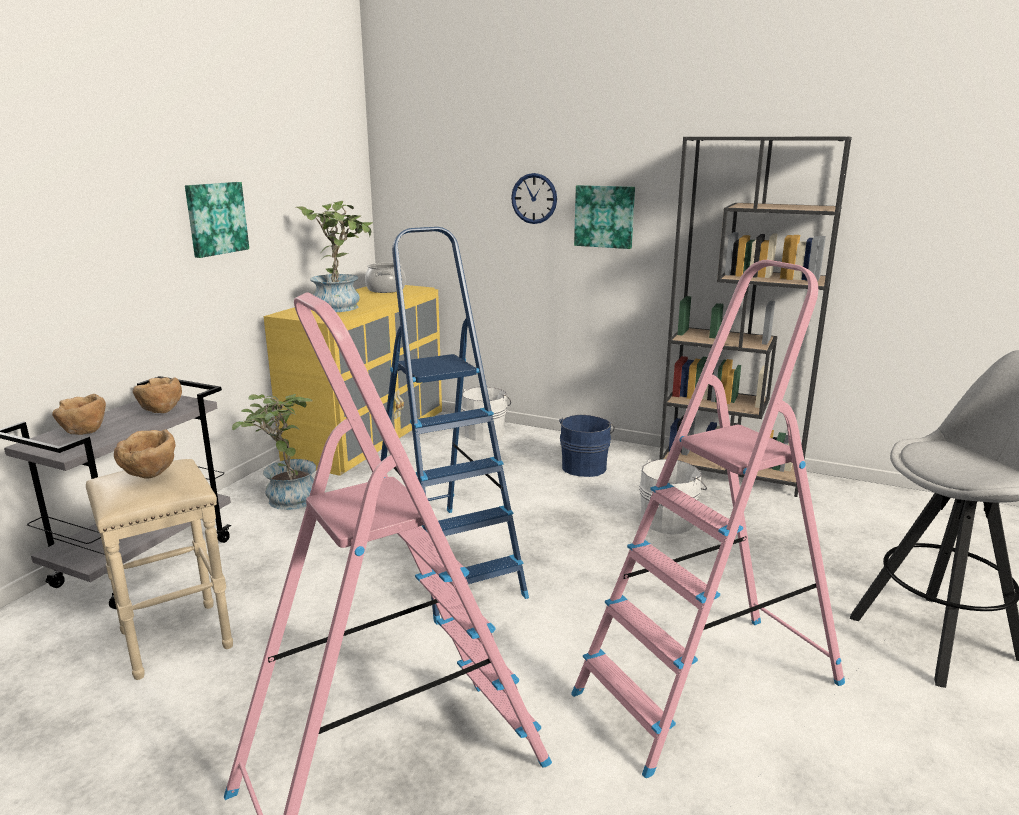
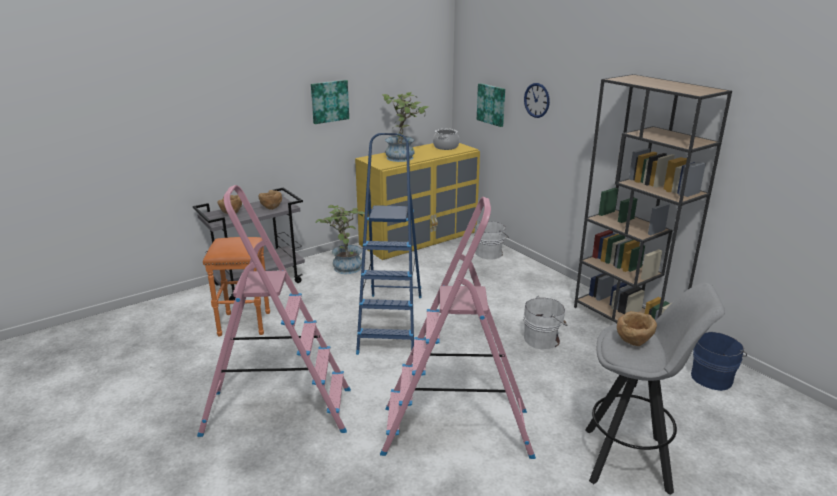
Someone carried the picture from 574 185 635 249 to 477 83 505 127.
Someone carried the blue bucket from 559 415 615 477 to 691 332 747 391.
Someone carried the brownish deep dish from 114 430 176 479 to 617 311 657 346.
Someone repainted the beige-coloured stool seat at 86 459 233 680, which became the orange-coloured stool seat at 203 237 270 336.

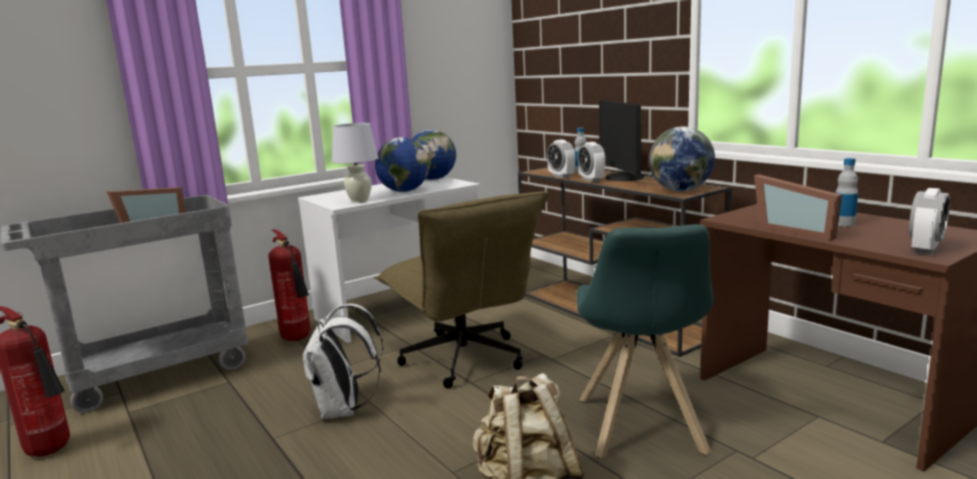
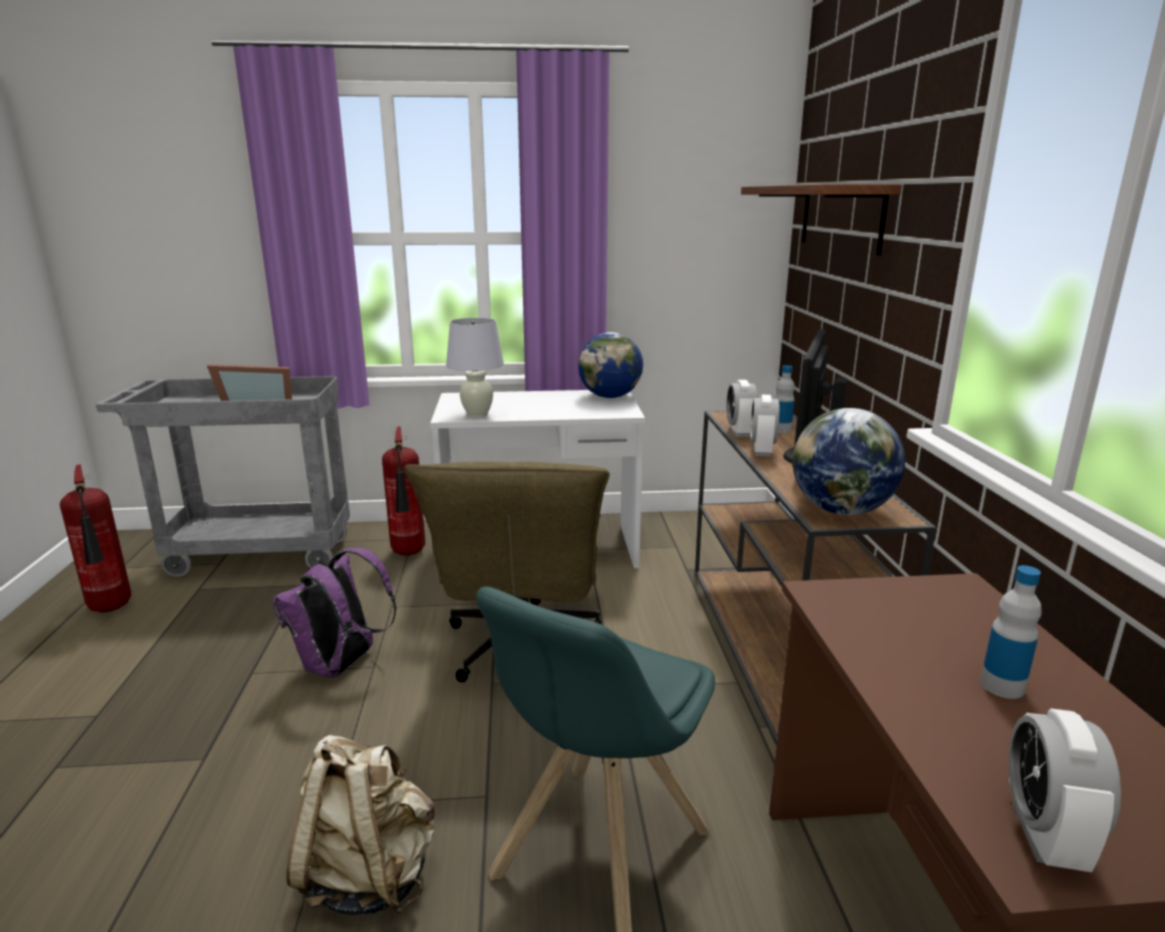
Someone took away the desk globe at 375 137 430 192.
Someone took away the picture frame at 754 174 842 241.
Someone rotated the alarm clock at 909 188 950 255 by 120 degrees clockwise.
Someone repainted the white backpack at 303 304 384 419, which became the purple backpack at 273 548 397 678.
Someone put up the bracket shelf at 741 184 902 255.

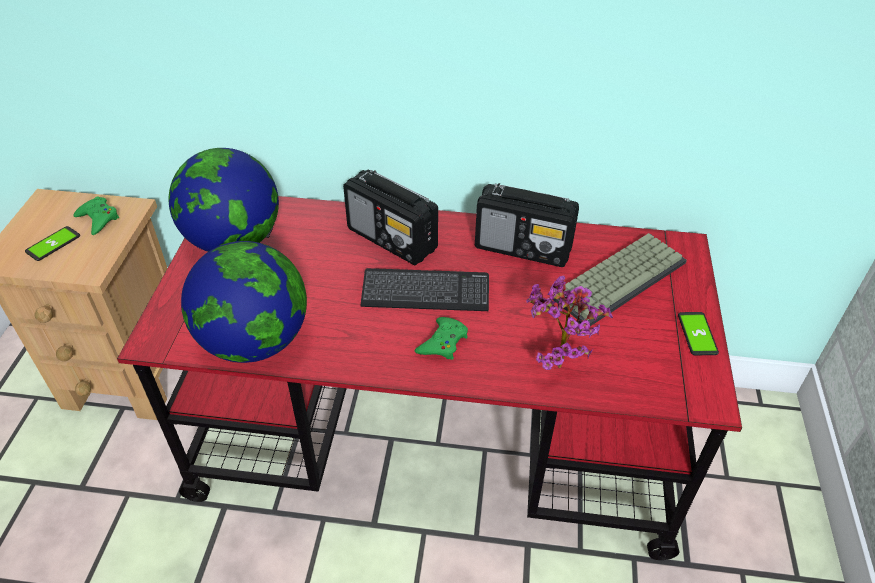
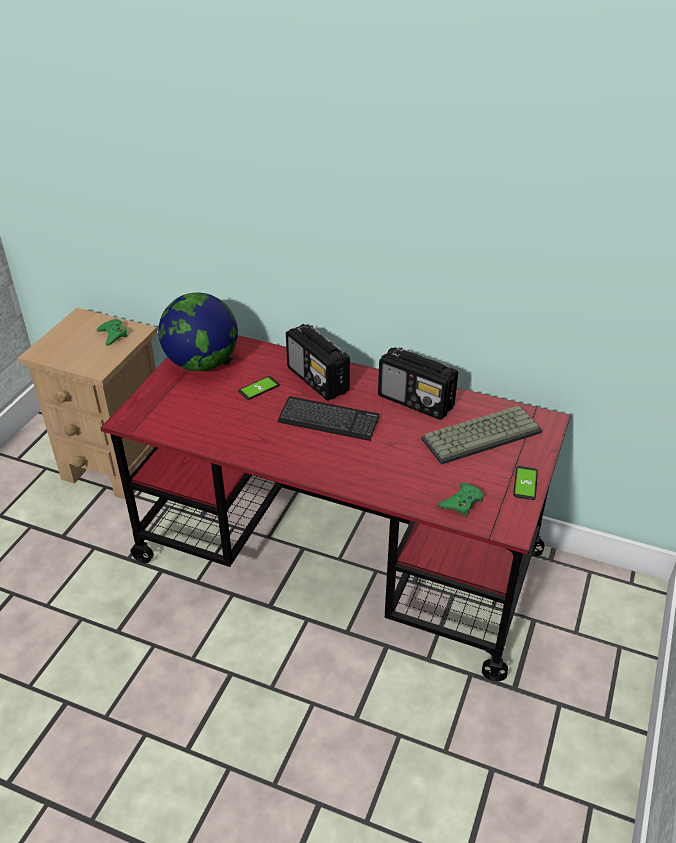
Someone carried the telephone from 25 226 80 261 to 238 376 280 400.
Someone took away the desk globe at 181 241 307 363.
Someone took away the houseplant at 526 276 613 370.
Someone carried the greenish game controller from 414 317 468 360 to 438 483 483 516.

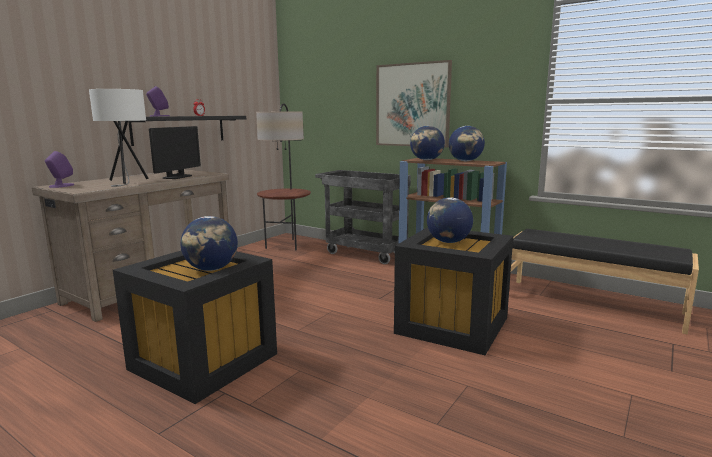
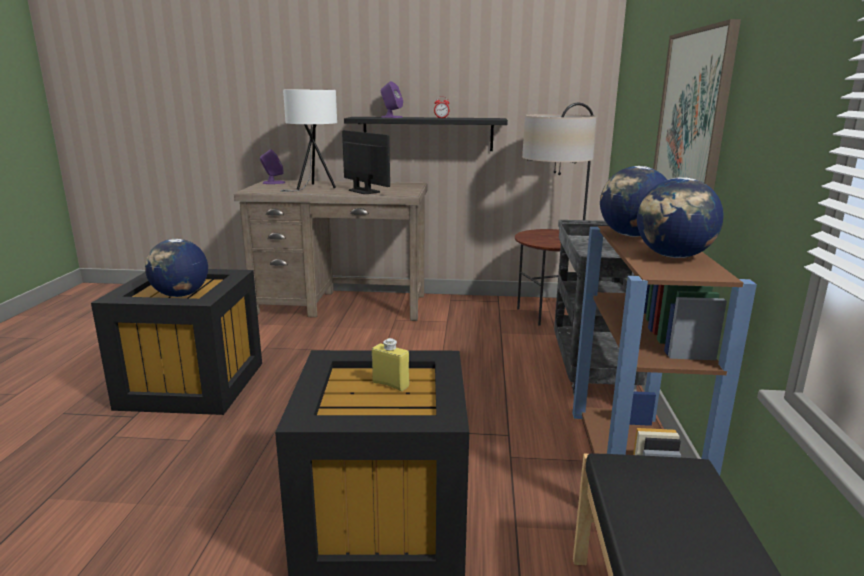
Someone rotated the computer screen at 149 126 201 179 by 120 degrees counterclockwise.
Someone swapped the desk globe at 427 197 473 243 for the yellow beverage bottle at 372 338 409 391.

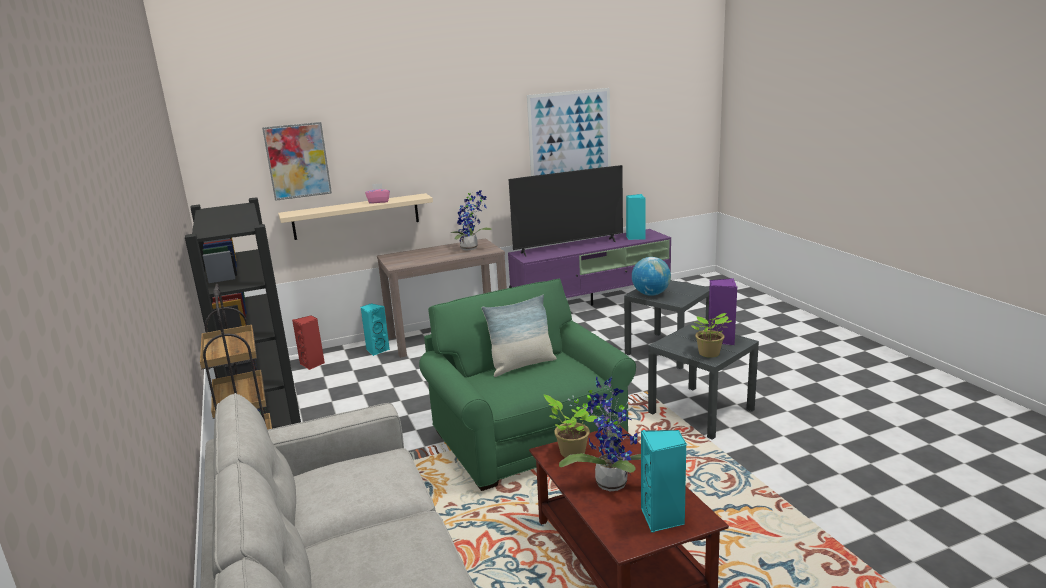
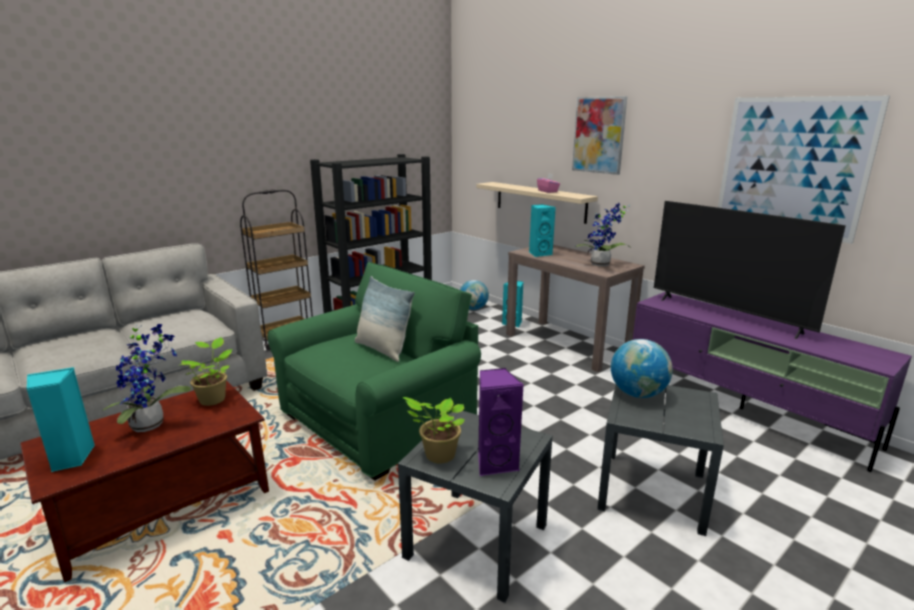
Someone carried the picture from 262 122 332 201 to 572 96 628 175.
Someone carried the turquoise-coloured audio speaker from 626 194 646 240 to 529 204 556 257.
Someone swapped the red audio speaker at 292 315 325 370 for the desk globe at 460 280 489 310.

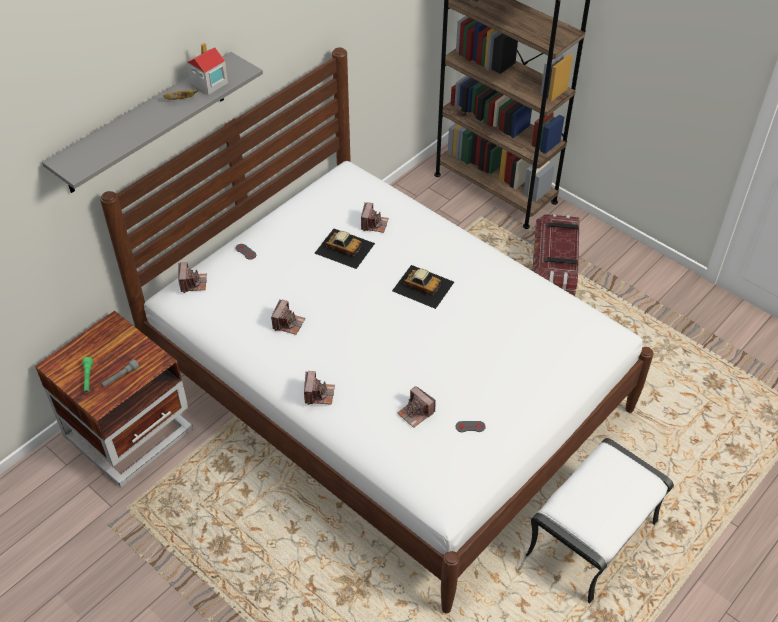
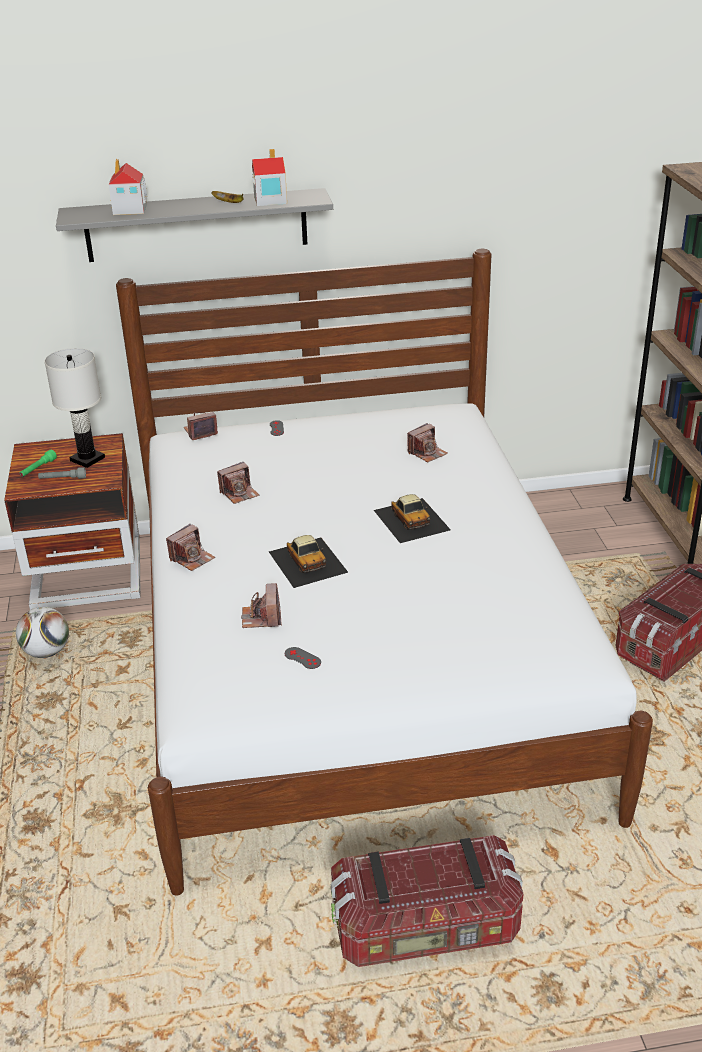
Someone carried the toy car from 314 229 375 269 to 269 535 348 588.
Someone rotated the still camera at 178 262 207 293 by 150 degrees counterclockwise.
Someone swapped the white ottoman at 526 438 674 604 for the storage box at 331 835 524 967.
Someone put down the miniature house at 109 159 147 215.
Someone put down the white table lamp at 44 348 105 468.
Someone put down the football ball at 16 607 69 658.

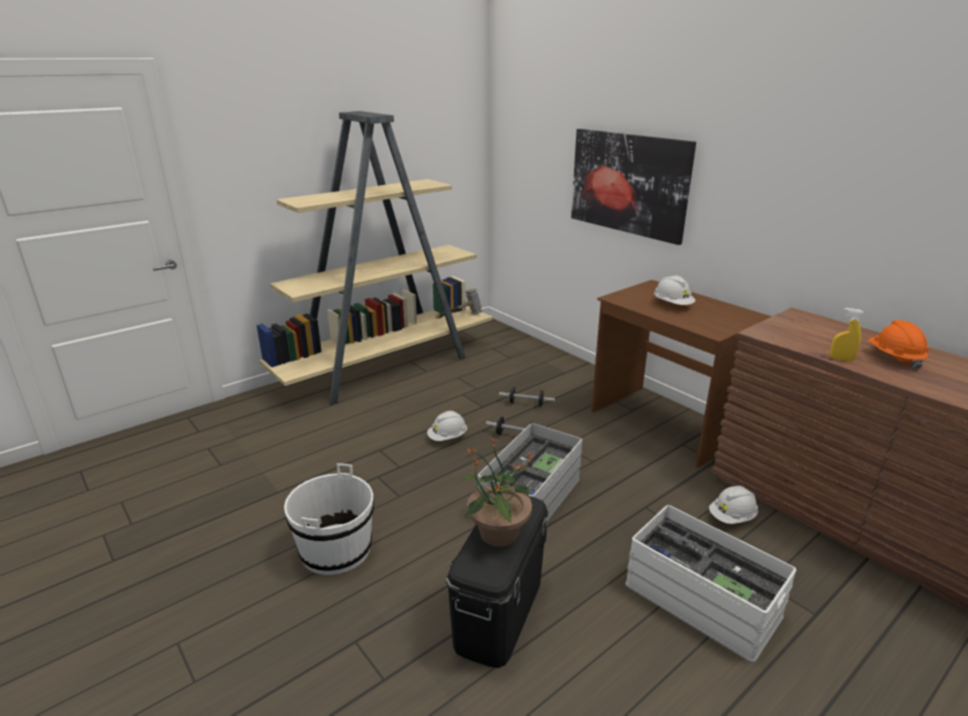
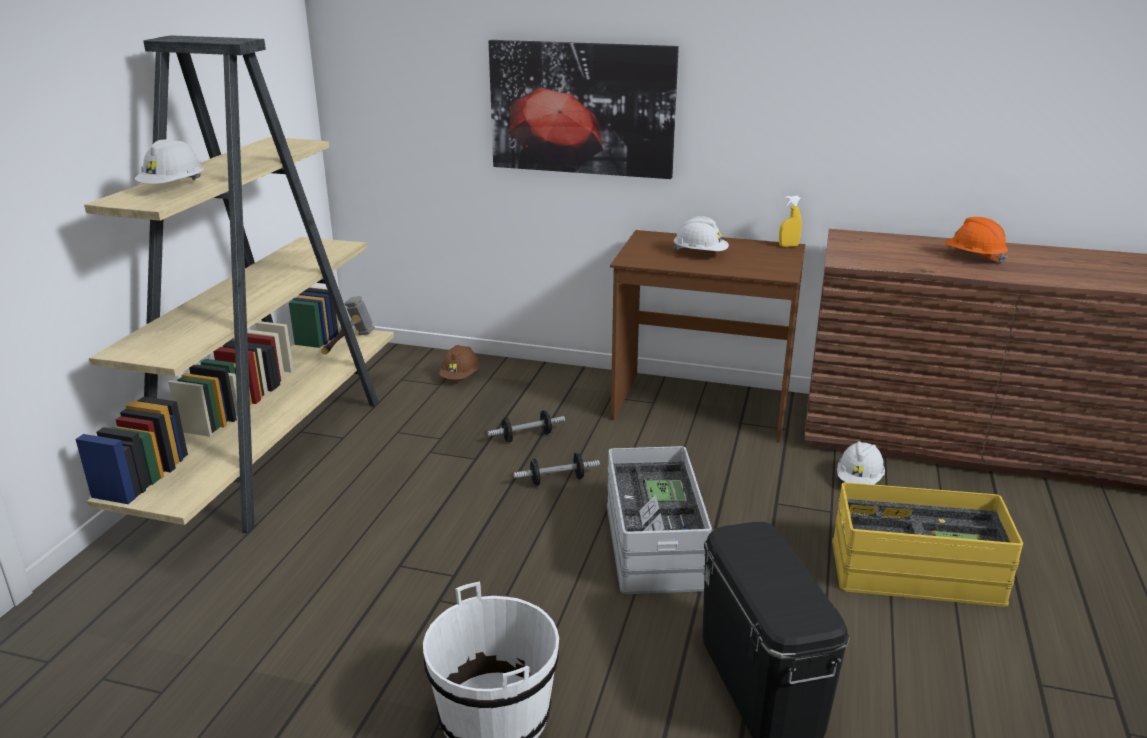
Someone carried the yellow spray bottle from 830 308 864 362 to 779 196 802 247.
Someone carried the white work helmet from 427 411 467 441 to 135 139 204 184.
Someone took away the houseplant at 461 437 534 547.
Someone repainted the white storage box at 625 505 796 662, which became the yellow storage box at 832 482 1023 607.
Someone put down the brownish work helmet at 439 345 480 380.

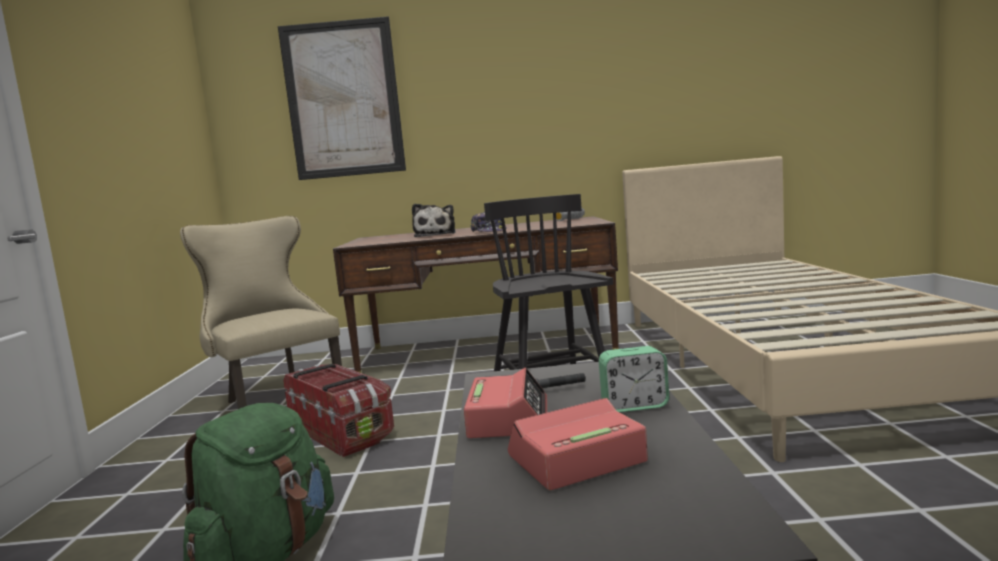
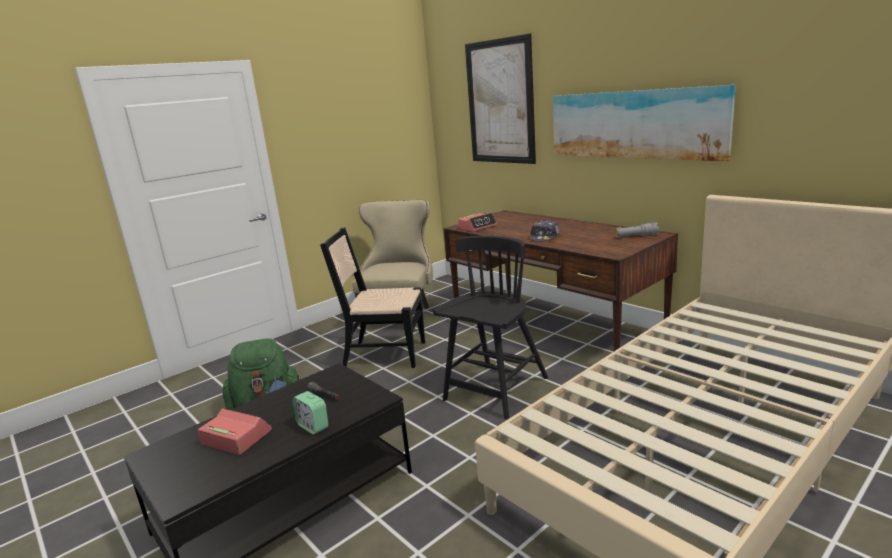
Someone took away the soft toy at 412 204 456 237.
Someone swapped the storage box at 284 364 394 457 for the upright chair at 320 227 425 368.
Someone carried the alarm clock from 464 368 547 438 to 458 213 497 232.
Someone put up the picture at 553 85 736 161.

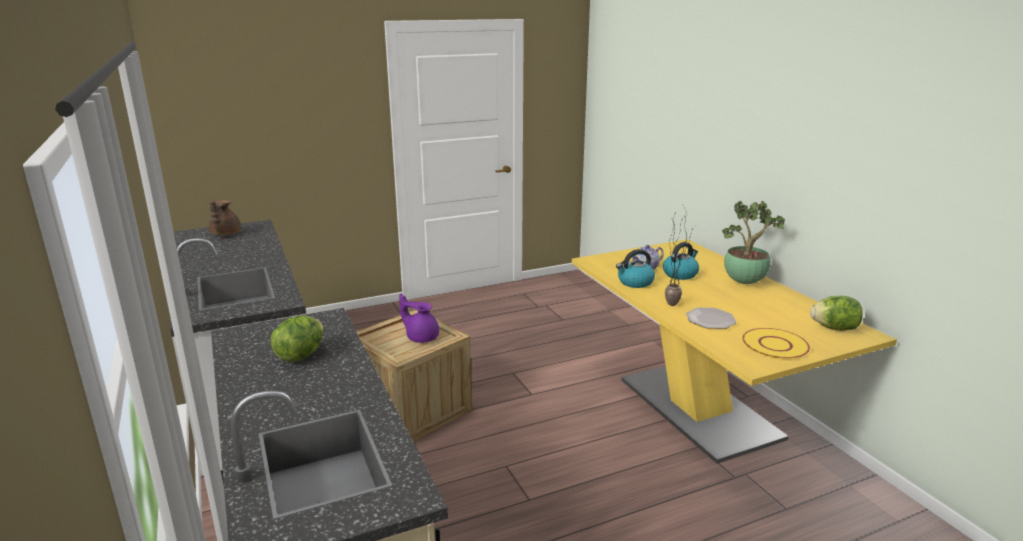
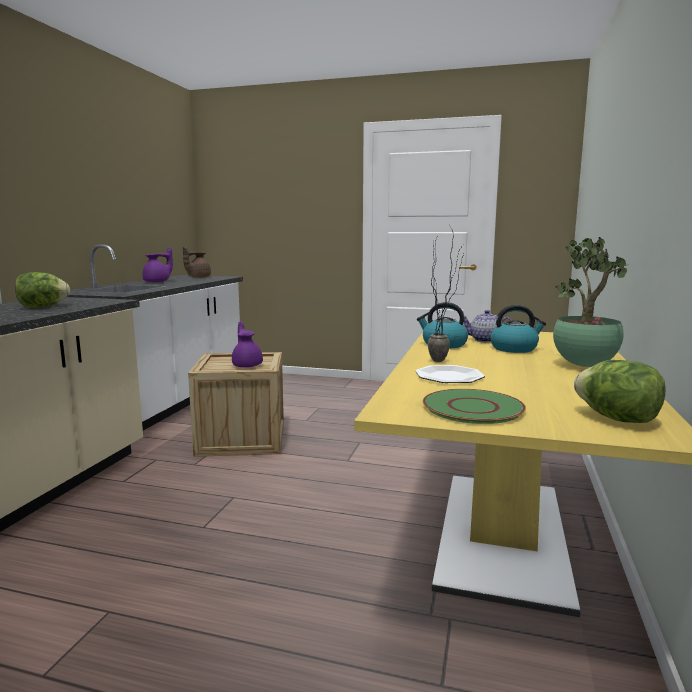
Someone repainted the yellow plate at 742 328 810 359, which became the greenish plate at 423 389 526 424.
Someone put down the purple pot for tea at 142 247 173 282.

